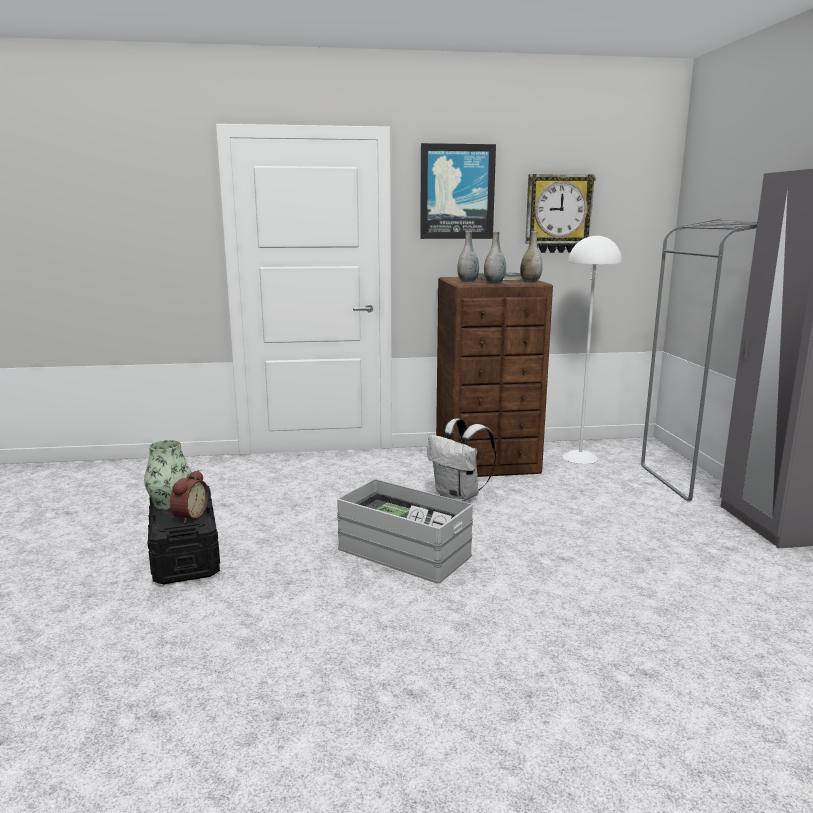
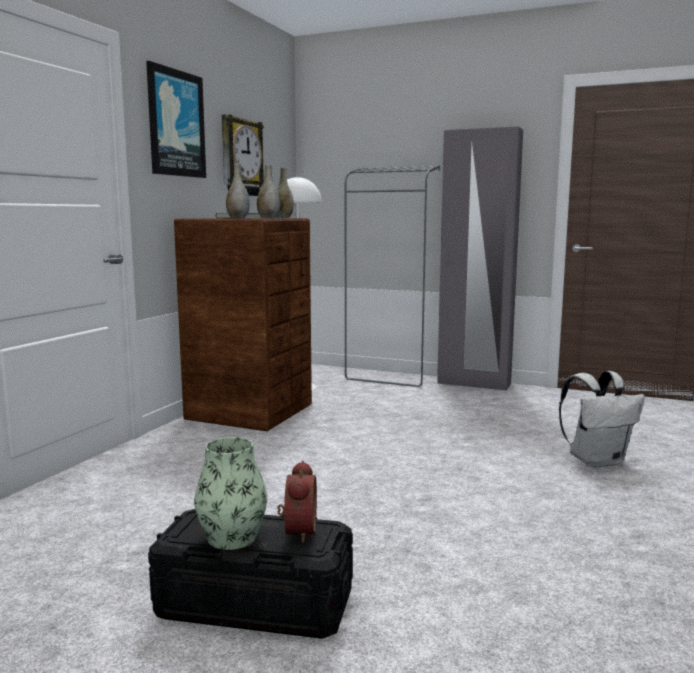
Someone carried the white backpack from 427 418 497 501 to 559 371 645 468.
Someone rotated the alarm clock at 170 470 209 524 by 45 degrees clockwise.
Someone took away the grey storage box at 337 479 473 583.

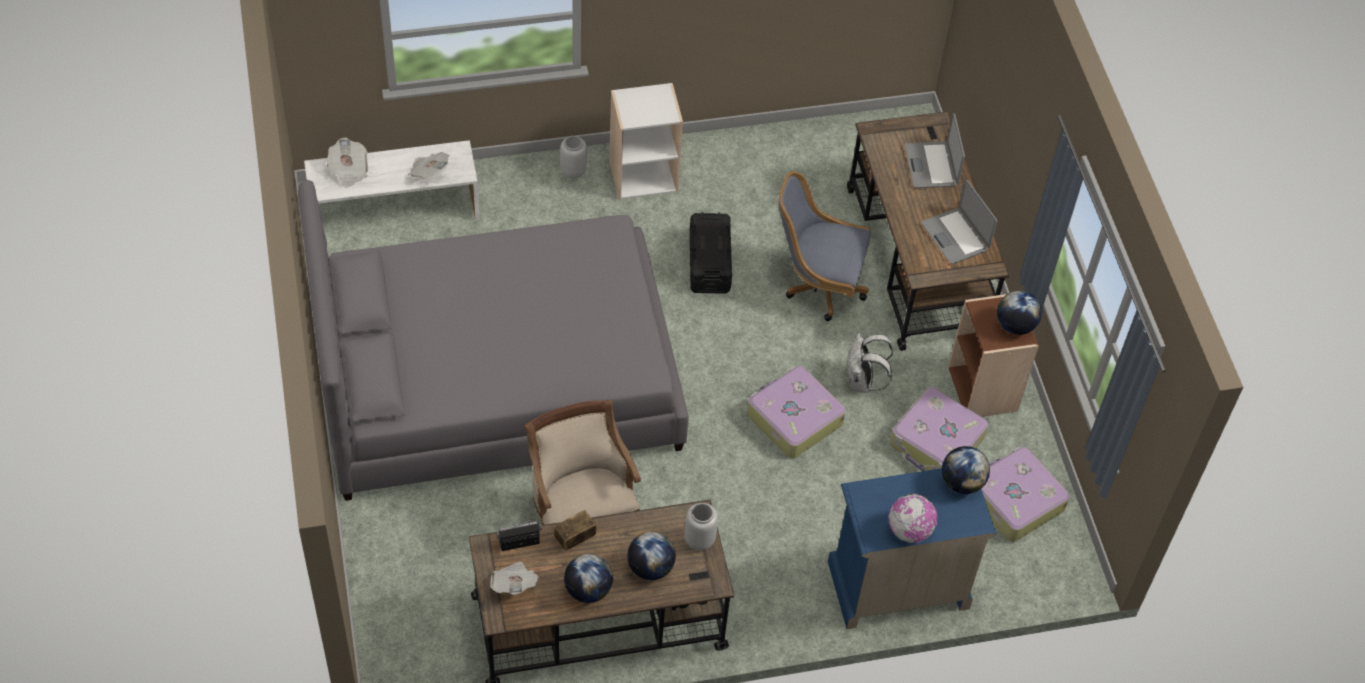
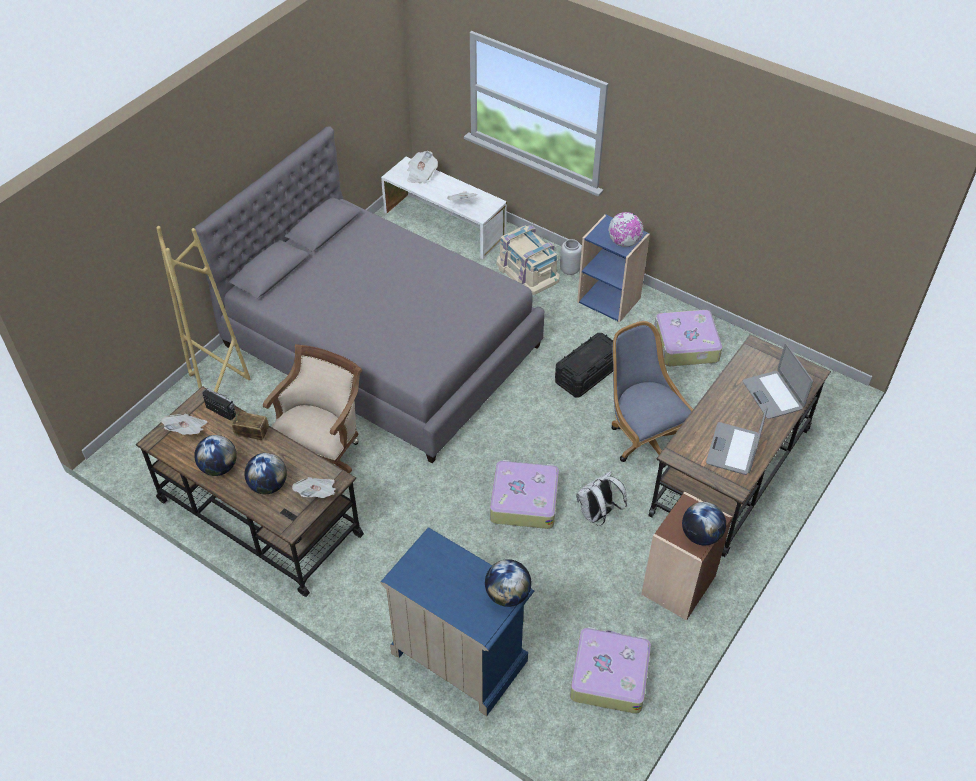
Someone repainted the white shelving unit at 609 83 683 200, which became the blue shelving unit at 577 214 650 322.
Someone rotated the notebook computer at 905 113 965 188 by 60 degrees counterclockwise.
Someone carried the travel case from 890 387 988 471 to 654 310 722 366.
Someone carried the desk globe from 888 494 938 543 to 608 212 643 247.
Someone swapped the grey decorative vase at 685 503 718 550 for the printed paper at 292 477 336 498.
Someone put down the yellow garment stand at 156 226 251 393.
Someone put down the beige-coloured storage box at 496 226 560 295.

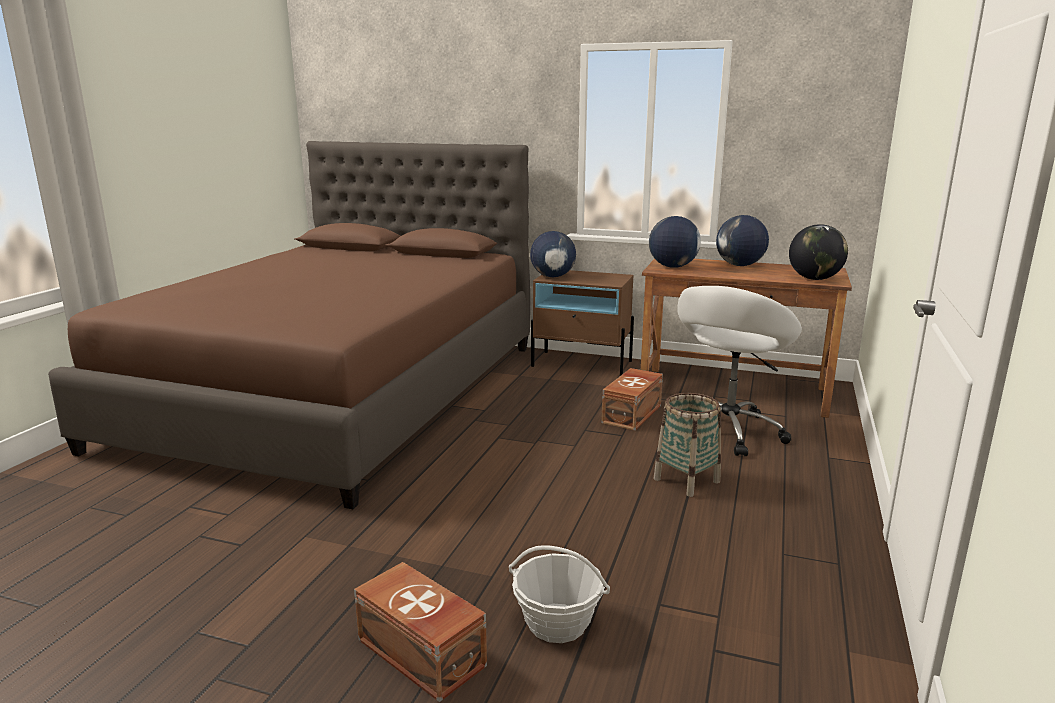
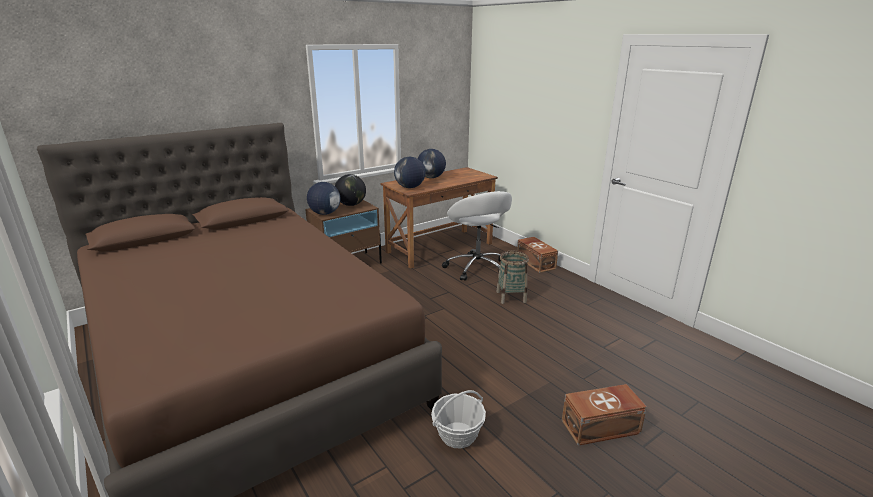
Someone carried the desk globe from 789 224 848 280 to 335 174 366 206.
Someone carried the brownish storage box from 601 368 663 431 to 517 237 558 273.
Someone carried the storage basket from 509 545 610 643 to 431 390 486 449.

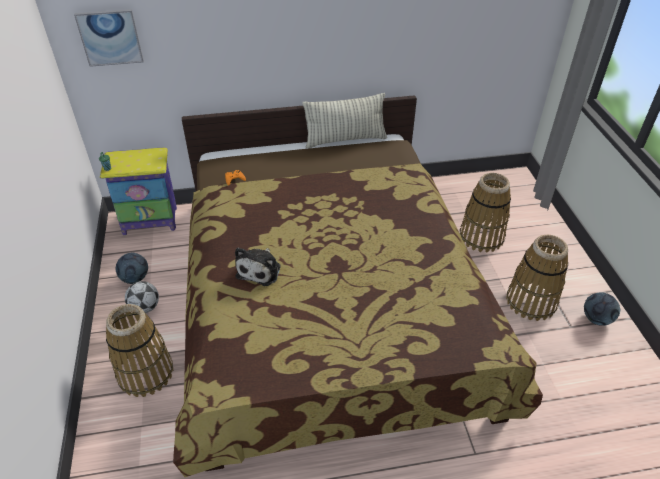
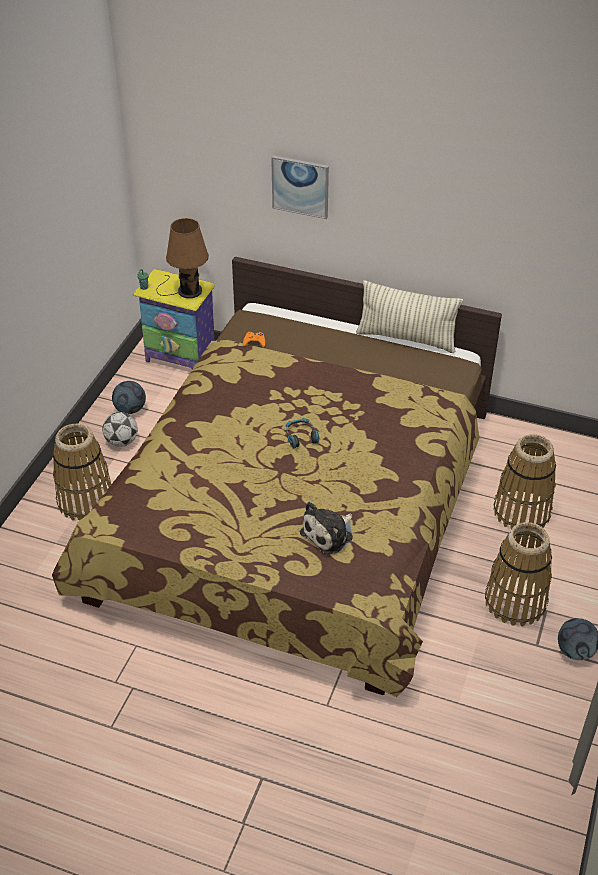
Someone carried the picture from 74 9 144 67 to 271 155 329 219.
Someone carried the soft toy from 235 247 281 286 to 300 502 353 554.
Someone put down the brownish table lamp at 156 218 209 298.
Someone put down the headset at 286 418 319 448.

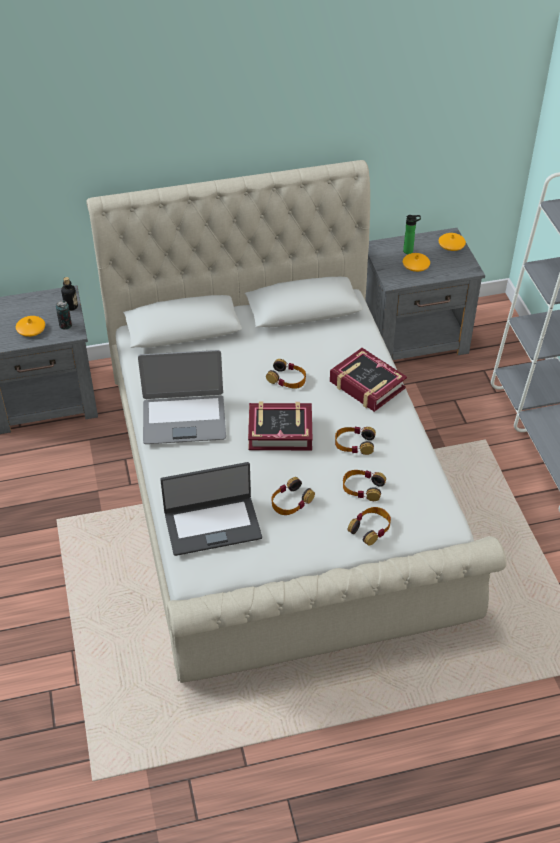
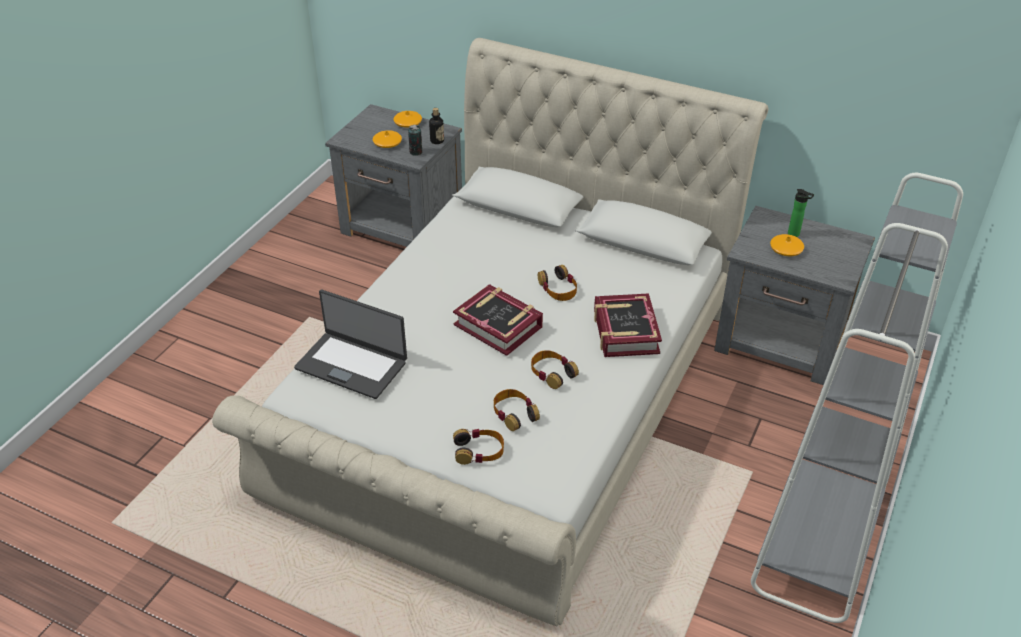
Someone carried the orange-coloured decorative vase from 439 233 466 251 to 394 111 422 128.
Someone took away the notebook computer at 138 350 226 444.
Someone took away the headset at 271 477 315 515.

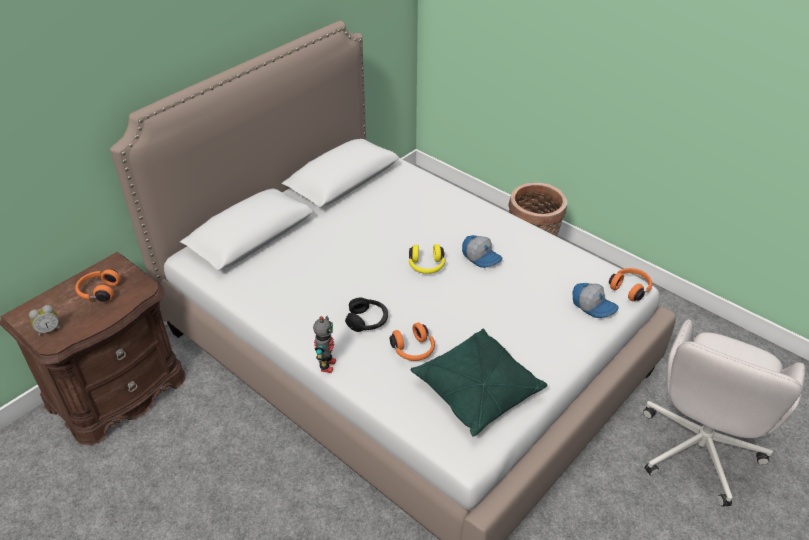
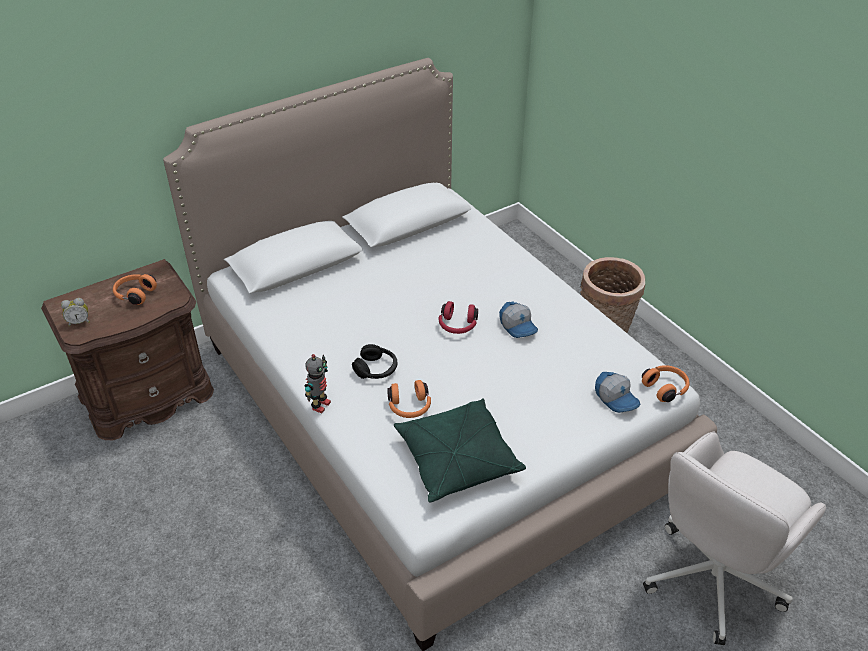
Someone repainted the yellow headset at 409 244 445 274, which became the red headset at 439 301 478 334.

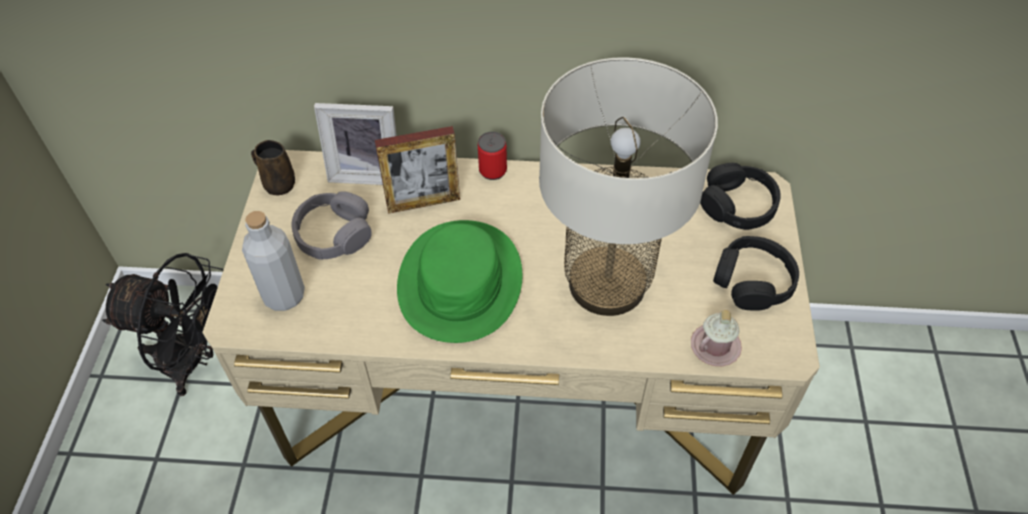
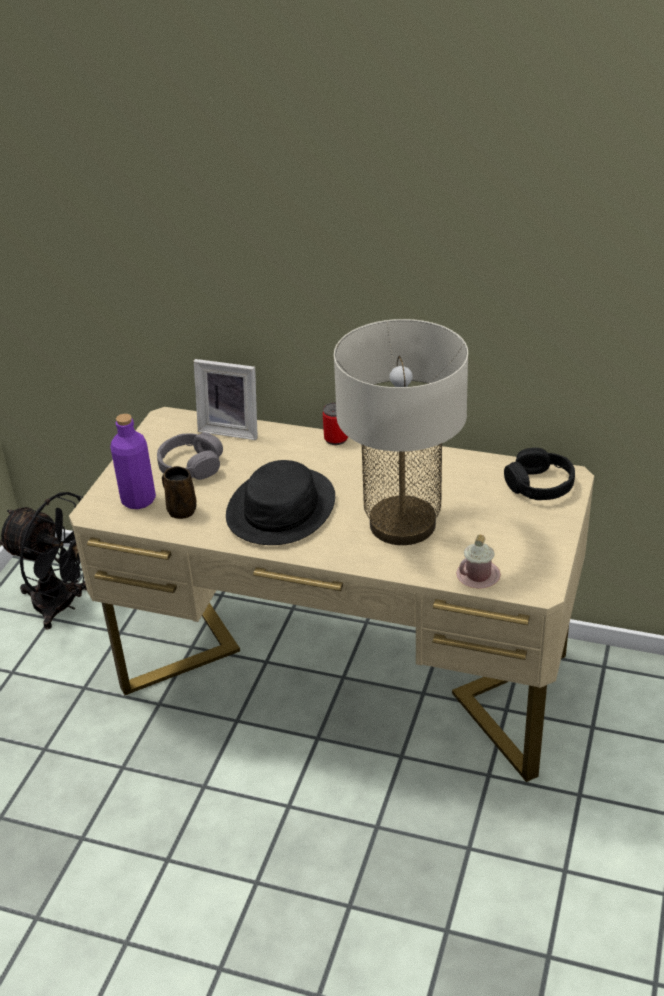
Someone took away the picture frame at 375 126 460 214.
Someone carried the brownish coffee mug from 251 140 295 195 to 162 466 196 519.
Someone repainted the grey beverage bottle at 242 211 305 311, which became the purple beverage bottle at 110 414 156 509.
Someone repainted the greenish clothing hat at 397 220 523 343, which became the black-coloured clothing hat at 226 460 335 545.
Someone took away the black-coloured headset at 713 236 799 311.

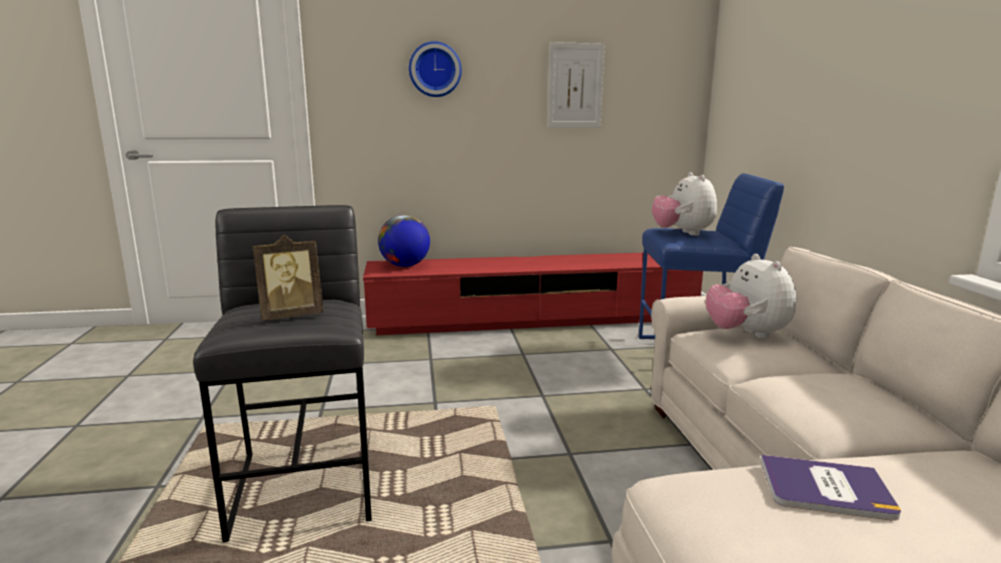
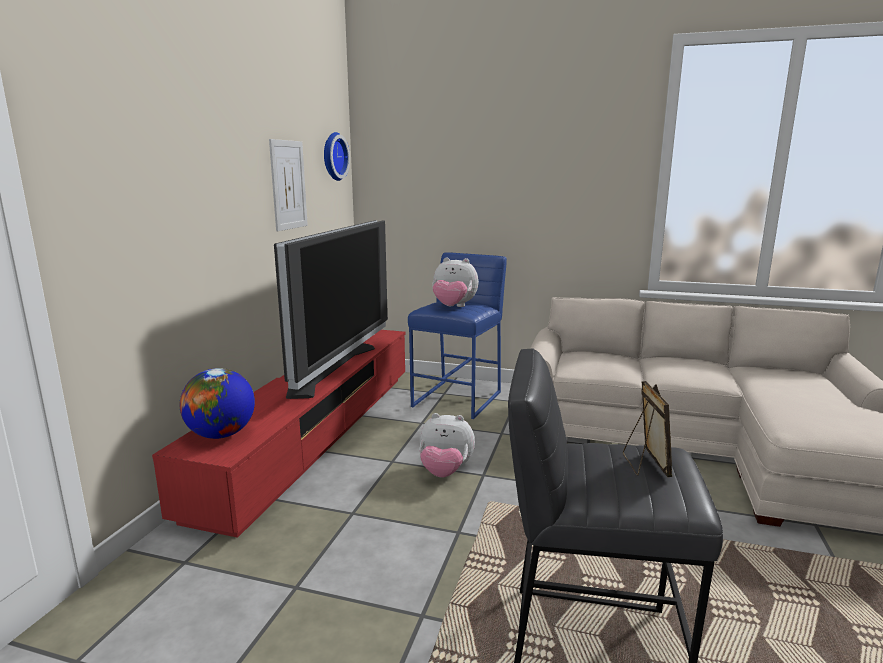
Someone carried the wall clock from 409 41 462 97 to 324 132 350 181.
Someone carried the soft toy from 706 254 796 339 to 419 413 475 477.
Someone took away the volume at 760 455 901 521.
Someone put down the TV at 274 220 388 399.

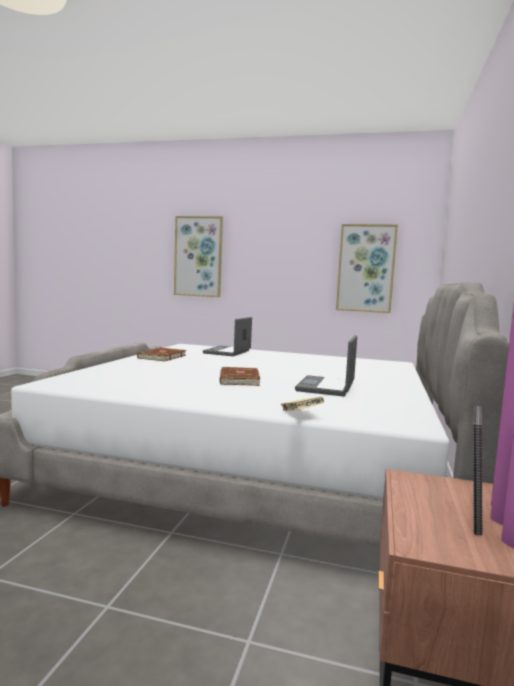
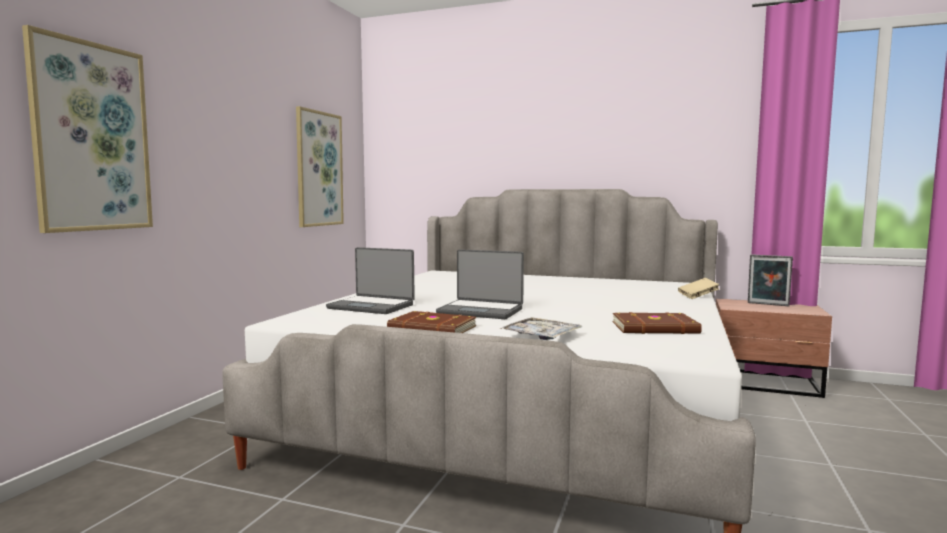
Someone carried the notebook computer from 295 335 357 396 to 436 249 524 319.
Someone carried the brownish volume from 220 367 260 386 to 612 312 702 334.
Someone put down the tray at 500 317 582 340.

